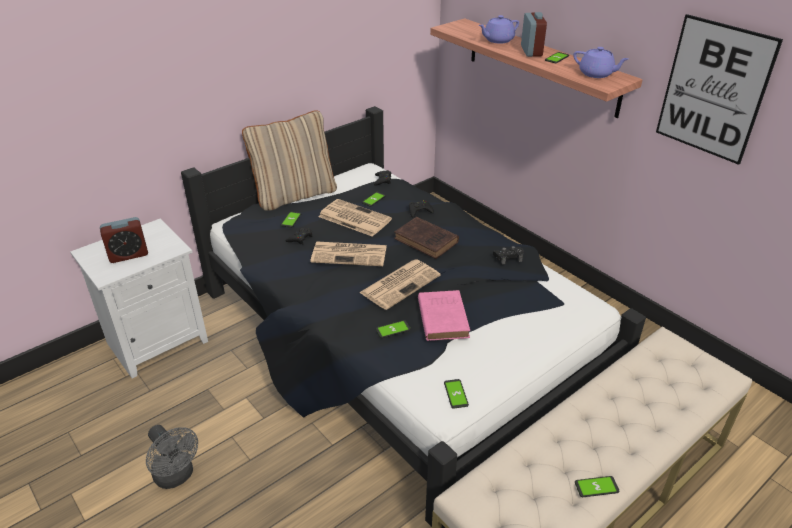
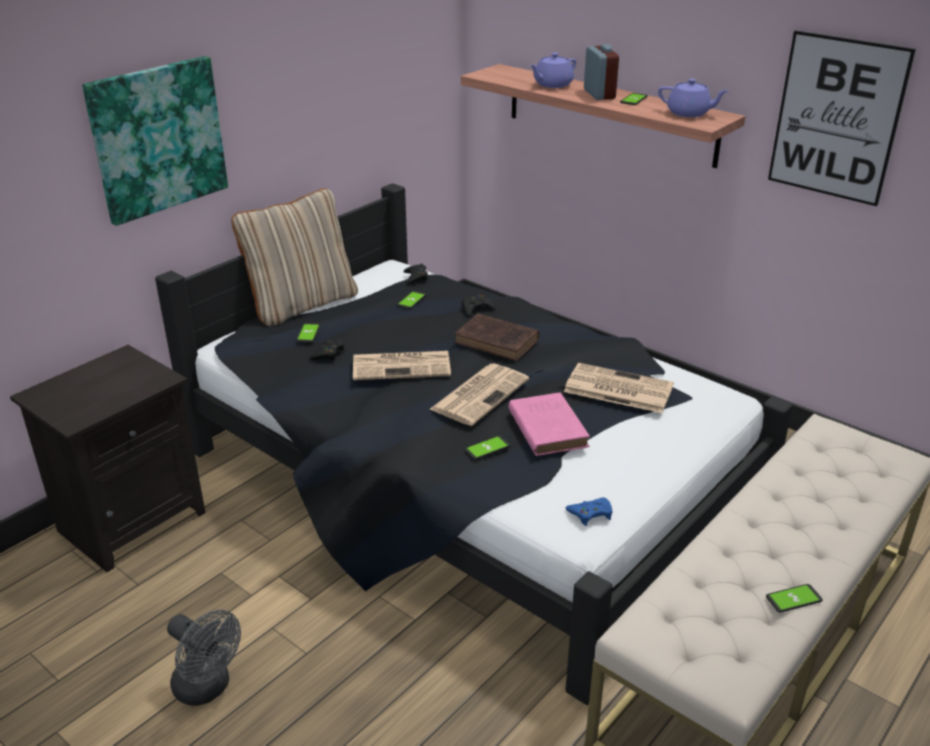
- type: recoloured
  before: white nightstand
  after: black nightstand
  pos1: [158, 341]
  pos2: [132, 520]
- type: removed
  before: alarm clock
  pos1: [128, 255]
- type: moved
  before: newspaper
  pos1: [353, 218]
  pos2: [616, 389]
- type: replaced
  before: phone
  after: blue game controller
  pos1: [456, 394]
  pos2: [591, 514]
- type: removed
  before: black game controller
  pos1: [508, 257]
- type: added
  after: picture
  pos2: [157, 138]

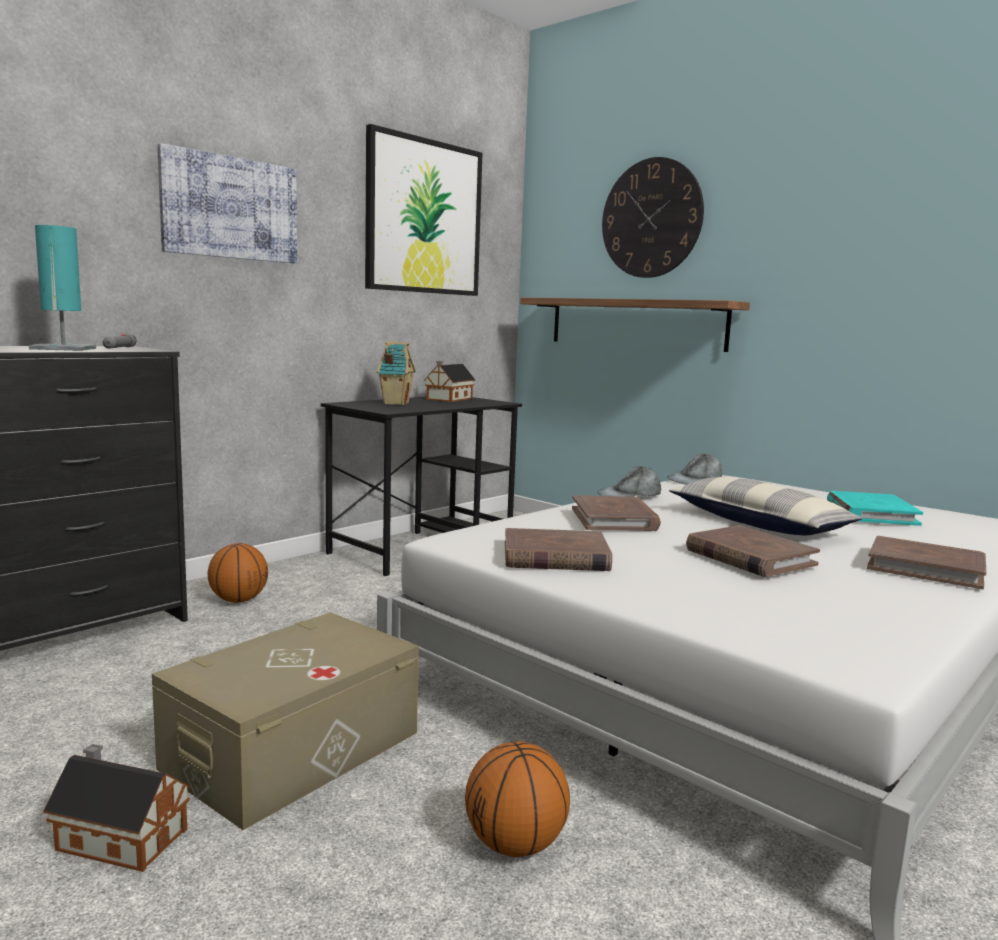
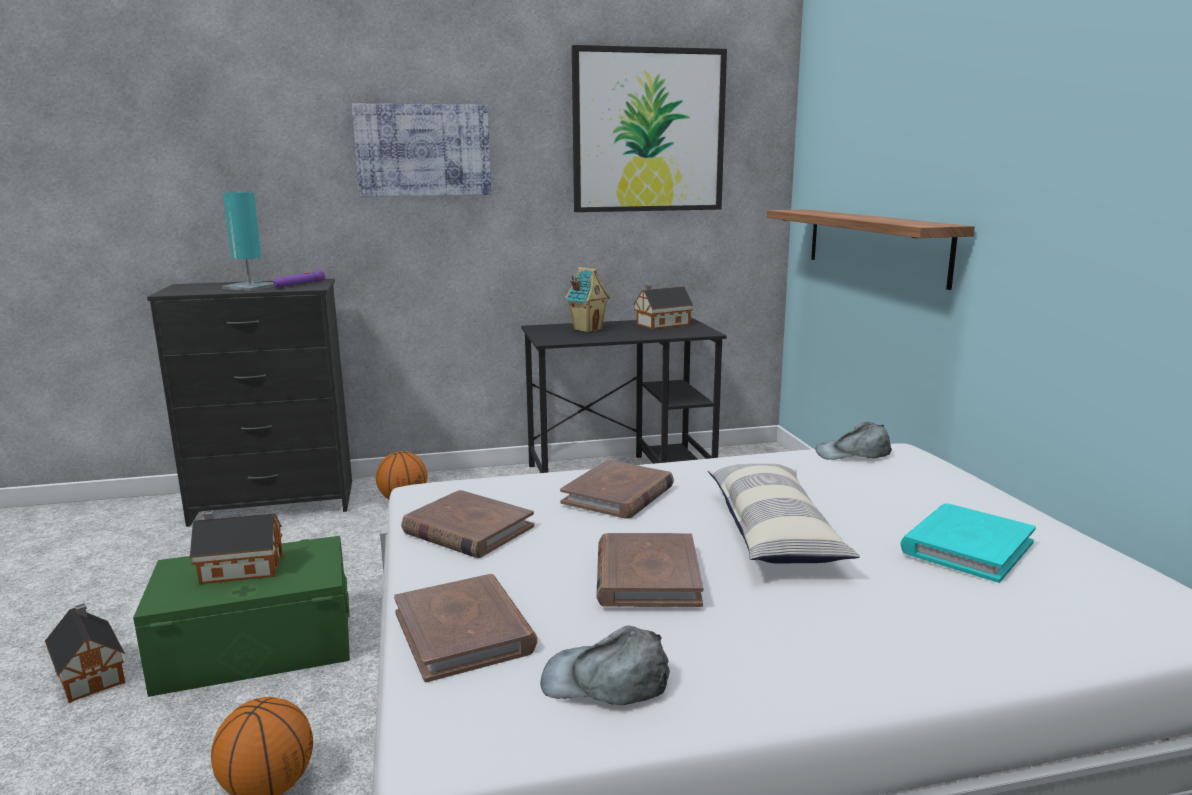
- type: recoloured
  before: grey flashlight
  after: purple flashlight
  pos1: [119, 348]
  pos2: [299, 284]
- type: recoloured
  before: beige storage box
  after: green storage box
  pos1: [293, 750]
  pos2: [256, 645]
- type: moved
  before: grey cap
  pos1: [630, 495]
  pos2: [605, 680]
- type: removed
  before: wall clock
  pos1: [651, 218]
- type: moved
  before: brown book
  pos1: [925, 568]
  pos2: [464, 631]
- type: added
  after: toy house
  pos2: [238, 569]

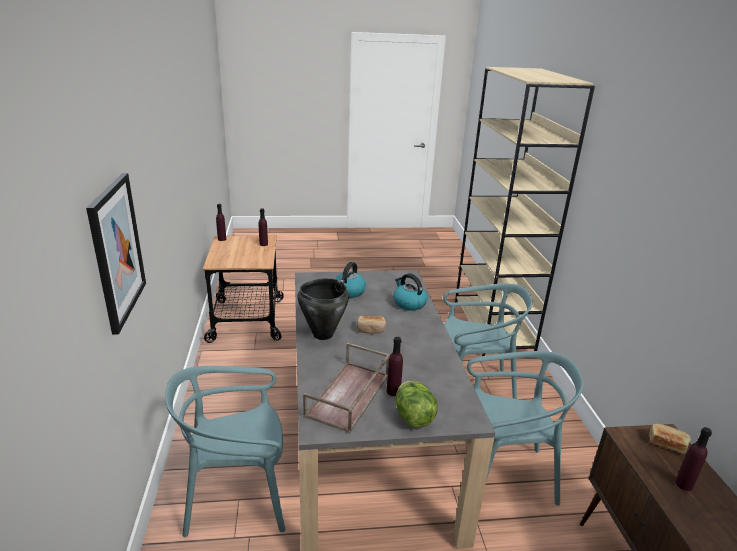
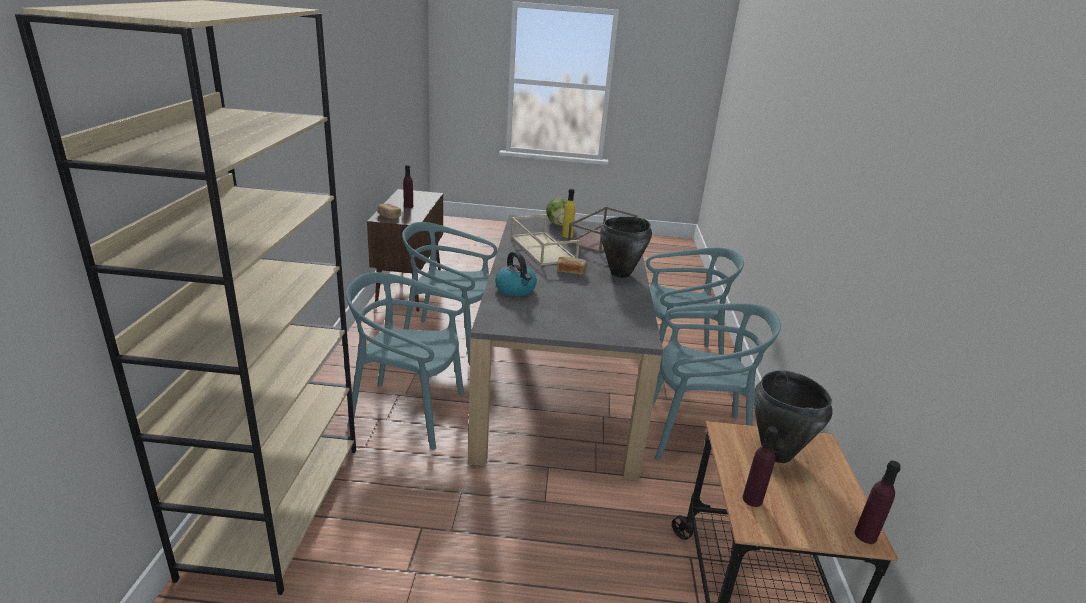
- type: removed
  before: picture
  pos1: [117, 251]
- type: removed
  before: kettle
  pos1: [349, 292]
- type: recoloured
  before: purple bottle
  after: yellow bottle
  pos1: [393, 391]
  pos2: [567, 235]
- type: added
  after: beige tray
  pos2: [541, 248]
- type: added
  after: turquoise chair
  pos2: [695, 434]
- type: added
  after: black cooking pot
  pos2: [776, 454]

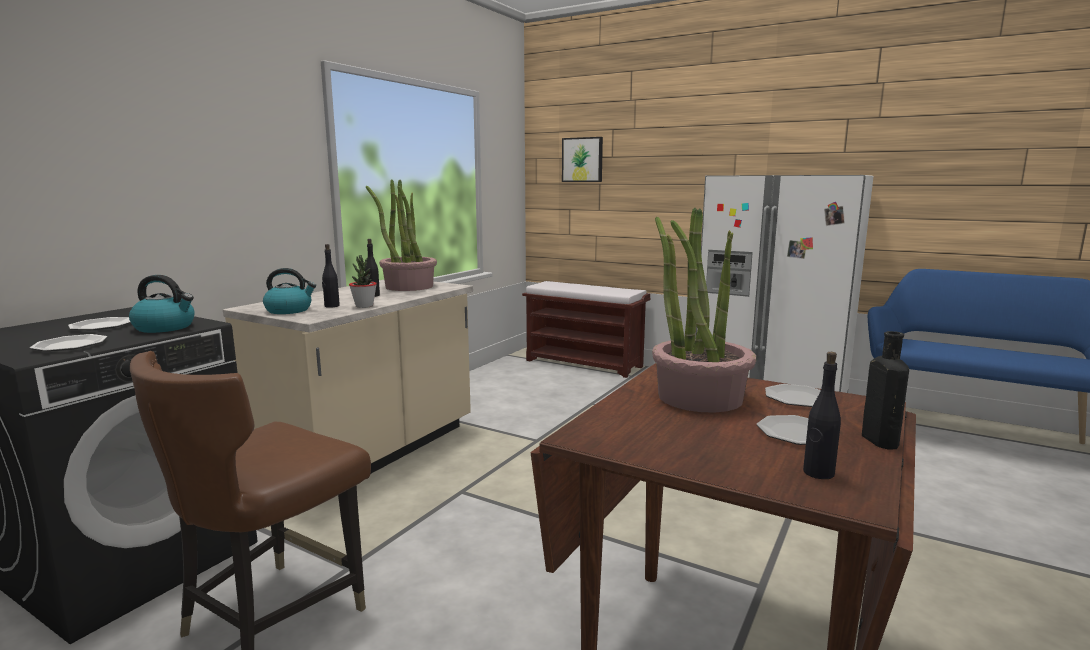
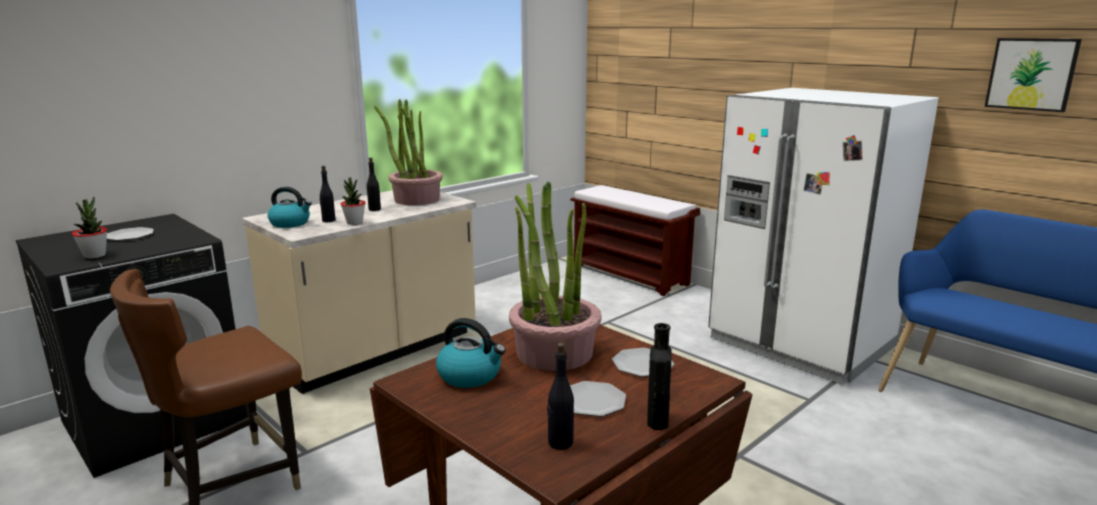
- type: replaced
  before: plate
  after: potted plant
  pos1: [71, 345]
  pos2: [95, 255]
- type: moved
  before: kettle
  pos1: [165, 327]
  pos2: [470, 375]
- type: moved
  before: picture
  pos1: [582, 160]
  pos2: [1031, 74]

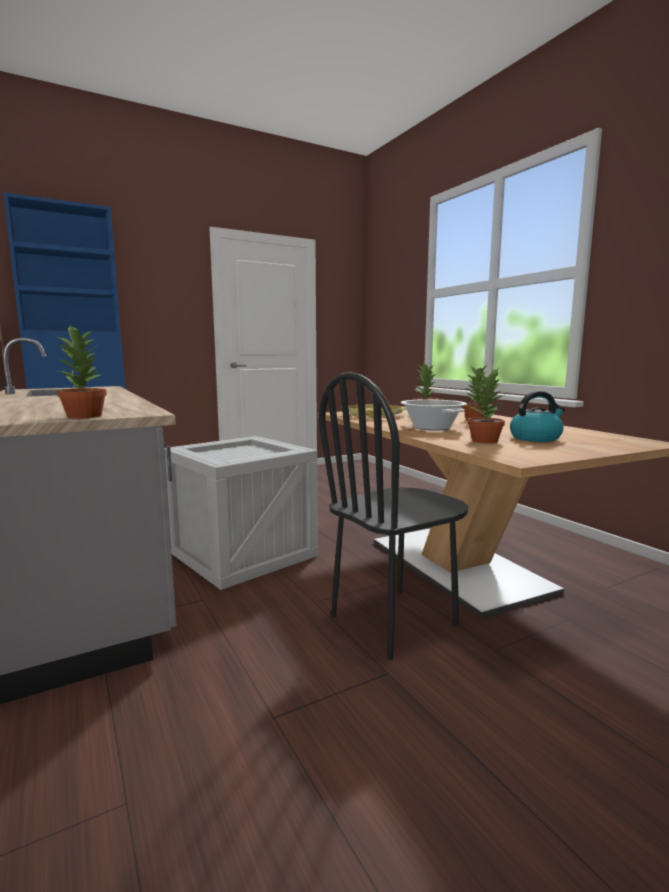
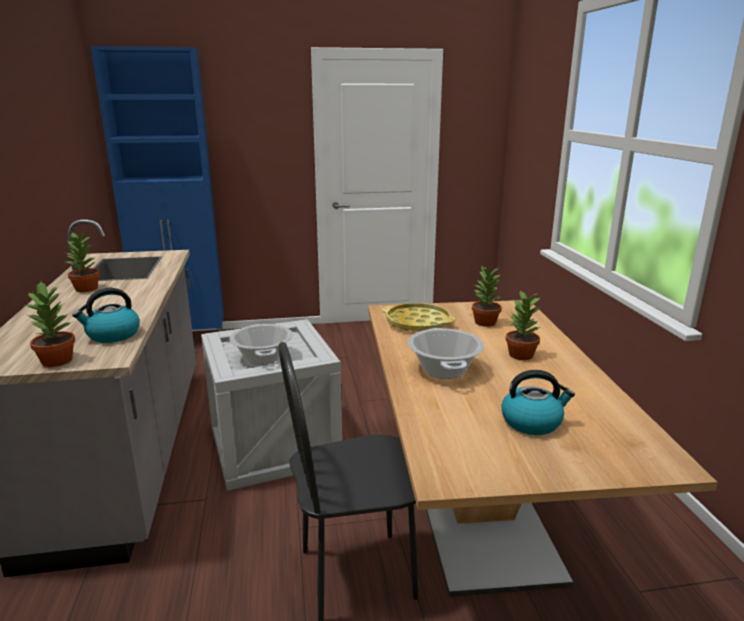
- type: moved
  before: potted plant
  pos1: [485, 441]
  pos2: [86, 289]
- type: added
  after: kettle
  pos2: [112, 335]
- type: added
  after: cooking pot
  pos2: [263, 357]

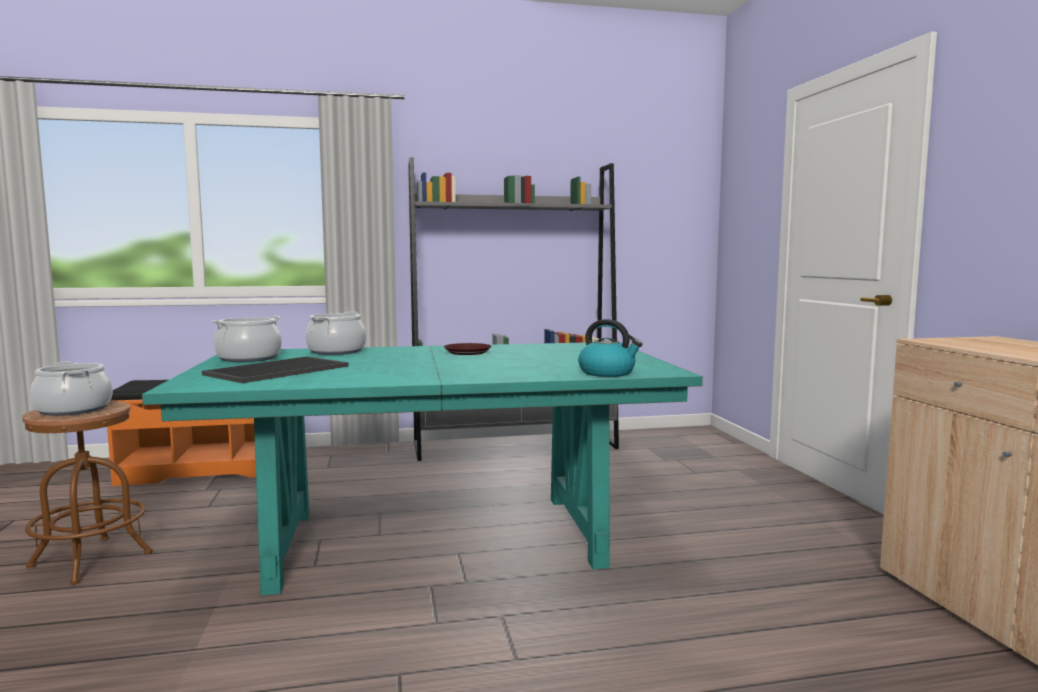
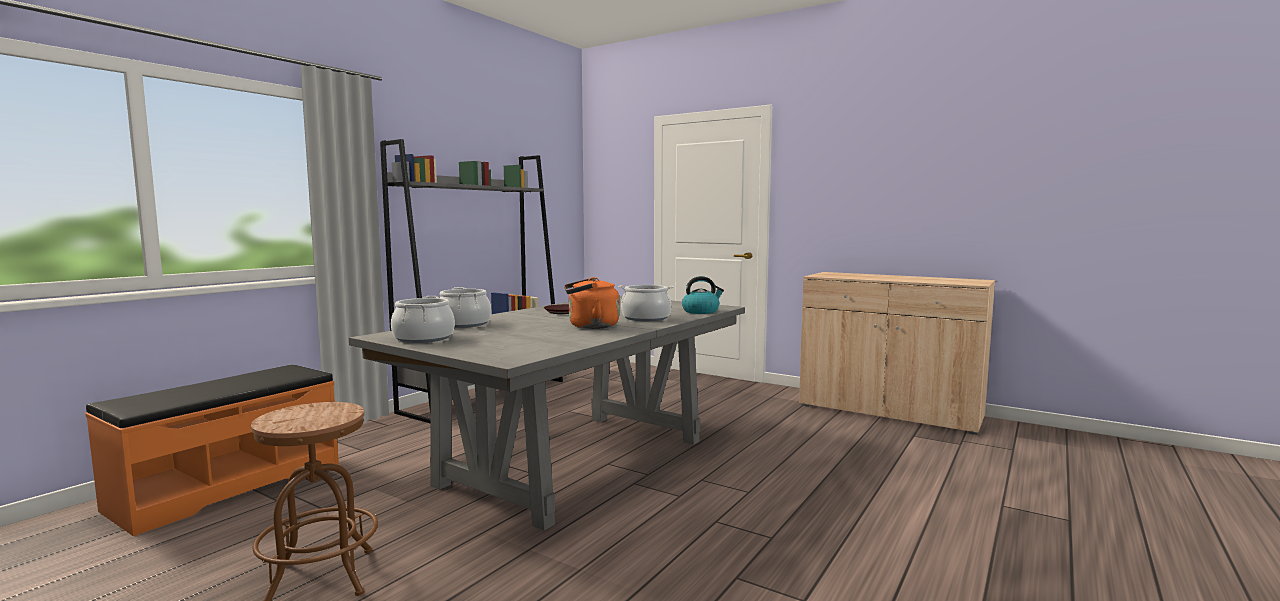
- type: moved
  before: cooking pot
  pos1: [73, 409]
  pos2: [646, 318]
- type: recoloured
  before: turquoise dining table
  after: grey dining table
  pos1: [435, 539]
  pos2: [576, 462]
- type: removed
  before: tray
  pos1: [278, 371]
- type: added
  after: orange kettle
  pos2: [590, 326]

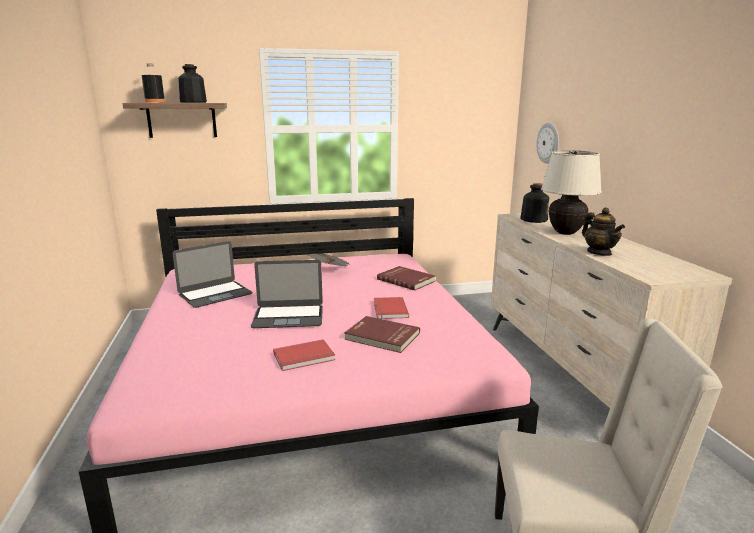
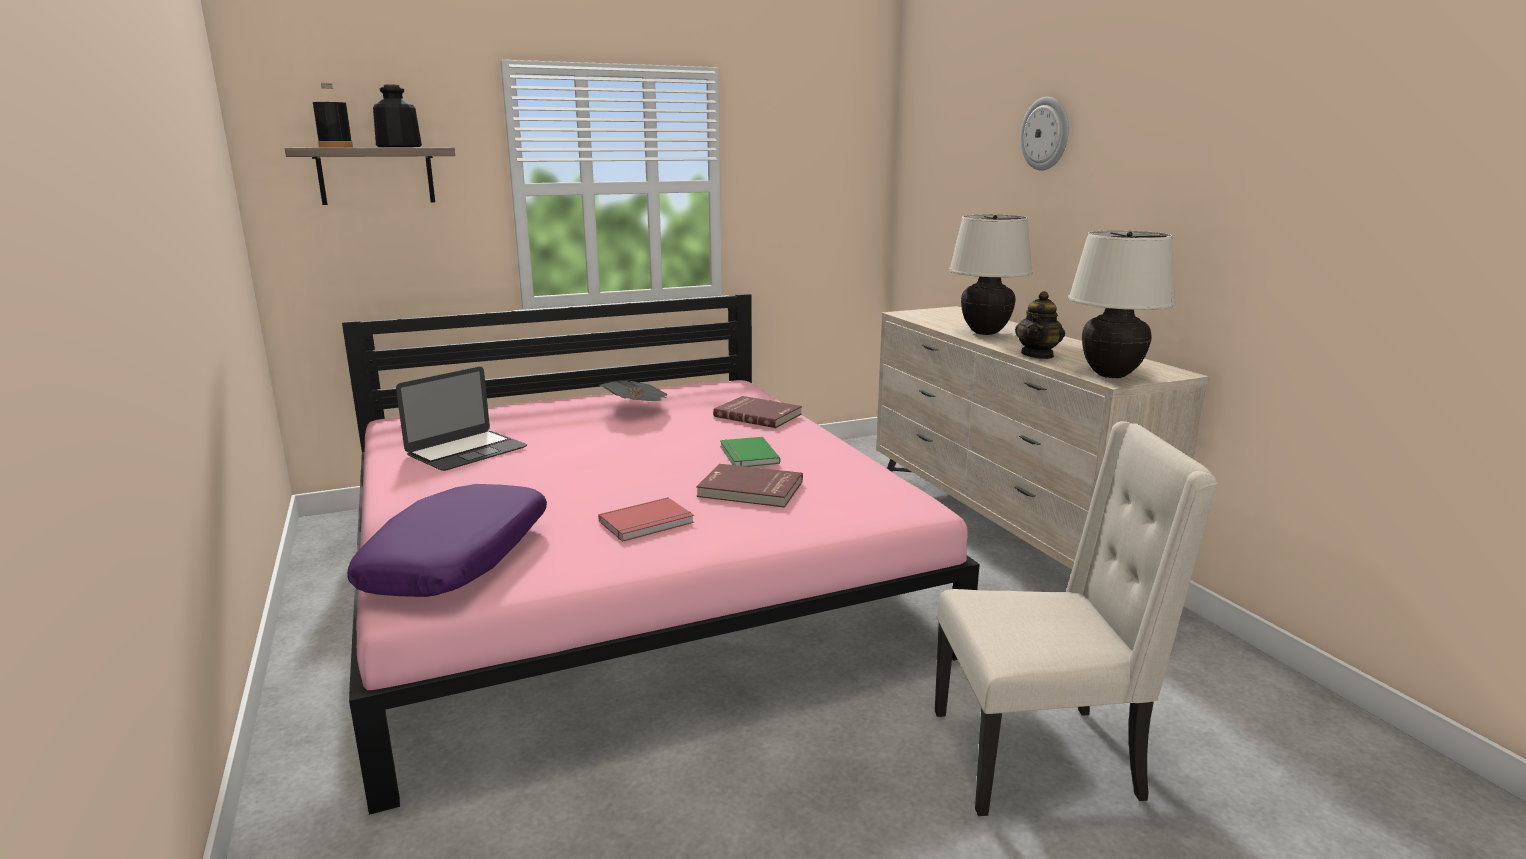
- type: removed
  before: laptop
  pos1: [288, 316]
- type: recoloured
  before: red book
  after: green book
  pos1: [389, 310]
  pos2: [747, 455]
- type: removed
  before: bottle
  pos1: [533, 220]
- type: moved
  before: wall clock
  pos1: [548, 143]
  pos2: [1045, 134]
- type: turned
  before: teapot
  pos1: [599, 253]
  pos2: [1038, 355]
  turn: 60
- type: added
  after: purple pillow
  pos2: [459, 559]
- type: added
  after: beige table lamp
  pos2: [1111, 375]

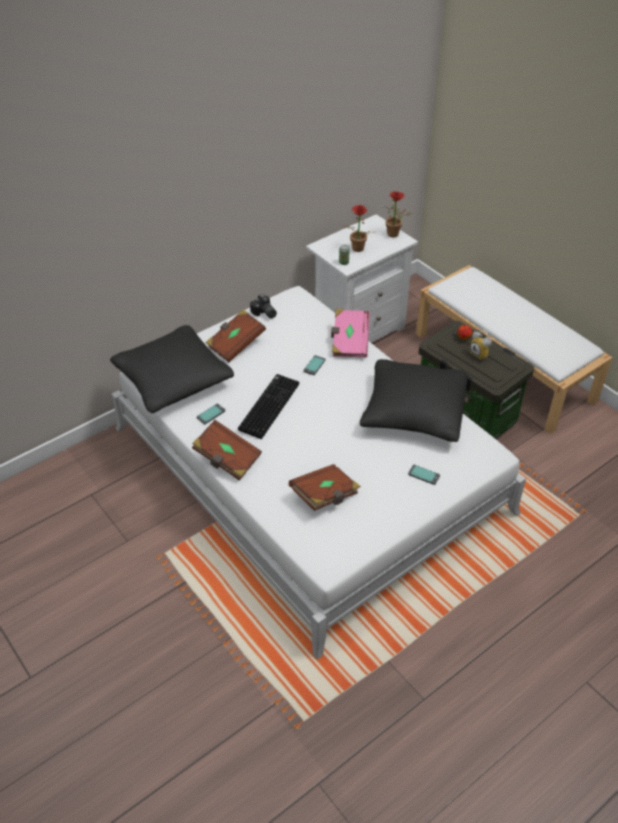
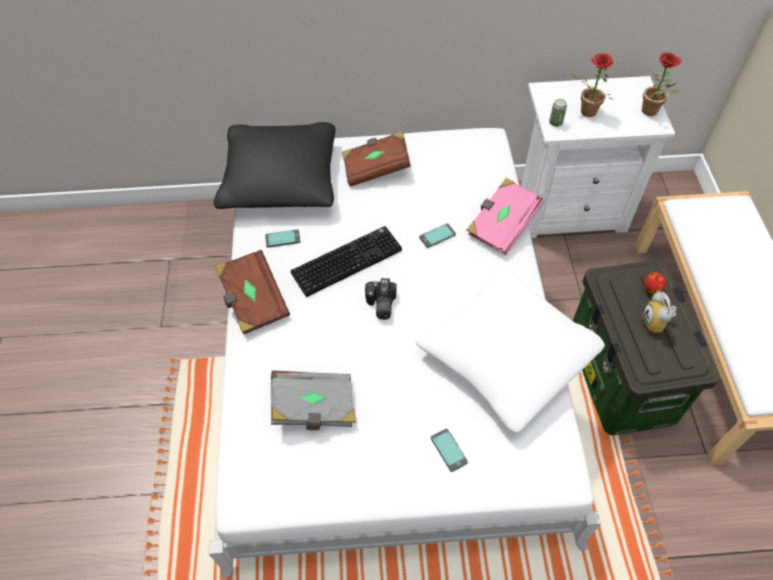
- type: moved
  before: photo camera
  pos1: [264, 313]
  pos2: [380, 305]
- type: recoloured
  before: brown book
  after: grey book
  pos1: [325, 495]
  pos2: [314, 408]
- type: recoloured
  before: black pillow
  after: white pillow
  pos1: [413, 411]
  pos2: [506, 356]

